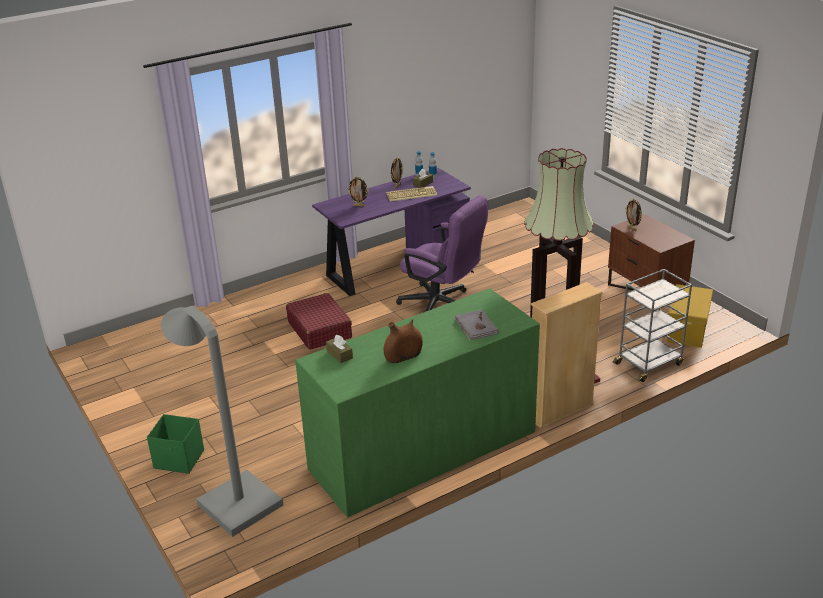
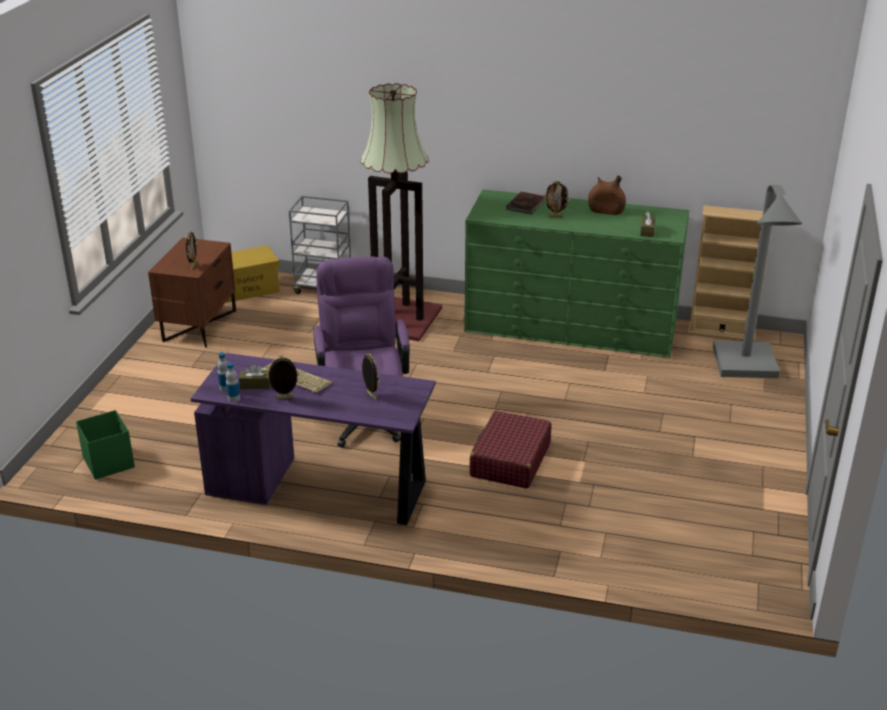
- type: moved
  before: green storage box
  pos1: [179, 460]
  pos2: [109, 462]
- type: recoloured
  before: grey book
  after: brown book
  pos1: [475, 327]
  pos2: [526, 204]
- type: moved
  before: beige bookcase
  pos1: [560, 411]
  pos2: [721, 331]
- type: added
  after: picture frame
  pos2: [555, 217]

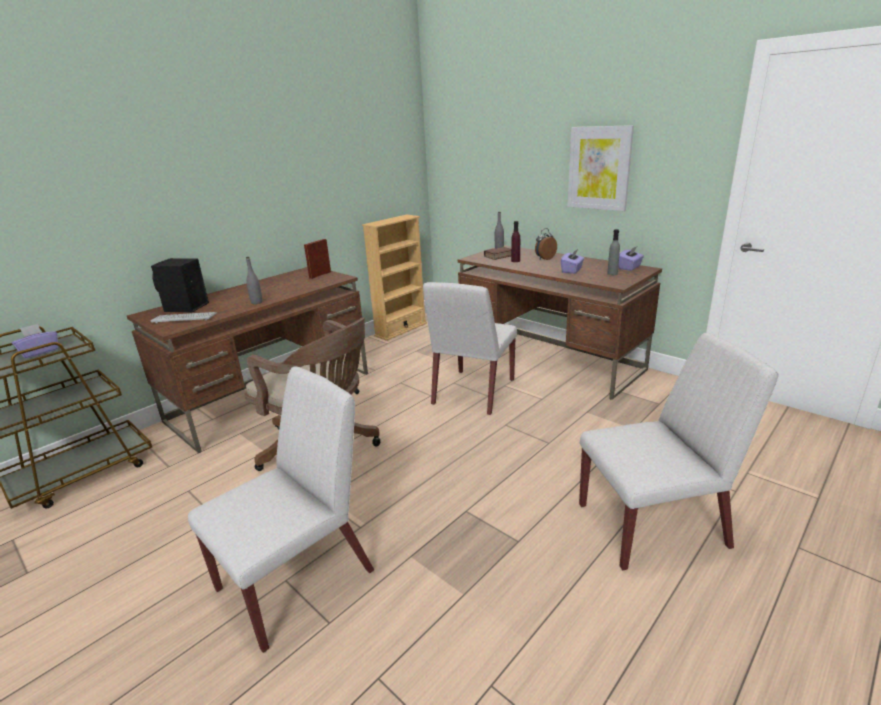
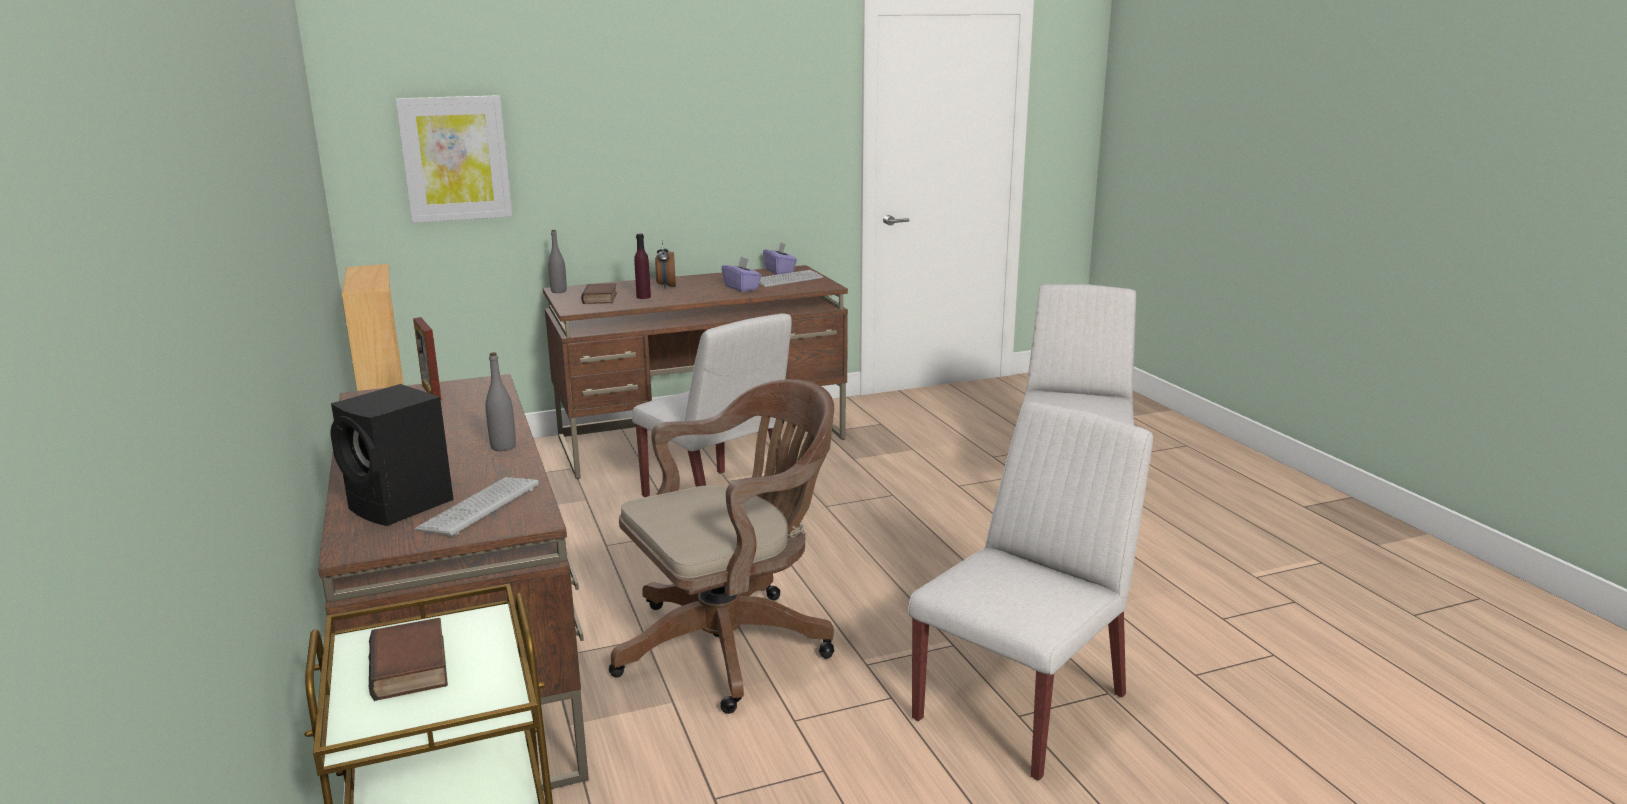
- type: replaced
  before: purple tissue box
  after: book
  pos1: [40, 352]
  pos2: [413, 668]
- type: turned
  before: white chair
  pos1: [297, 579]
  pos2: [1022, 706]
  turn: 60
- type: moved
  before: picture
  pos1: [599, 168]
  pos2: [455, 158]
- type: replaced
  before: grey bottle
  after: keyboard
  pos1: [612, 273]
  pos2: [787, 280]

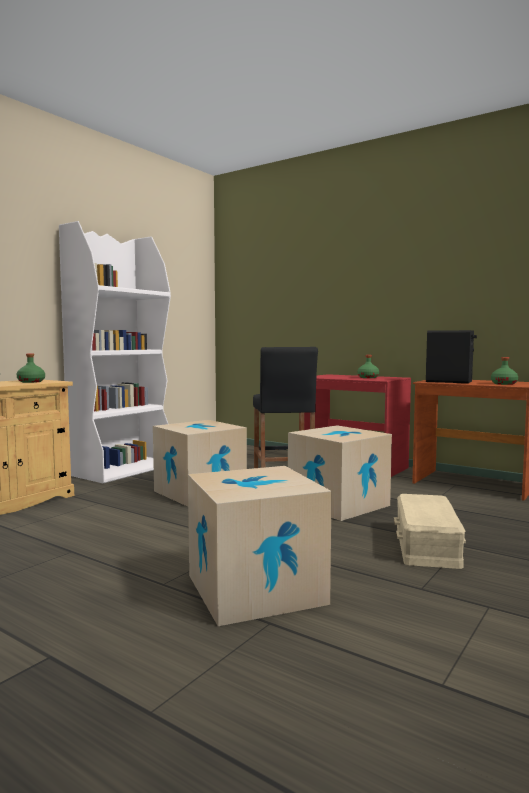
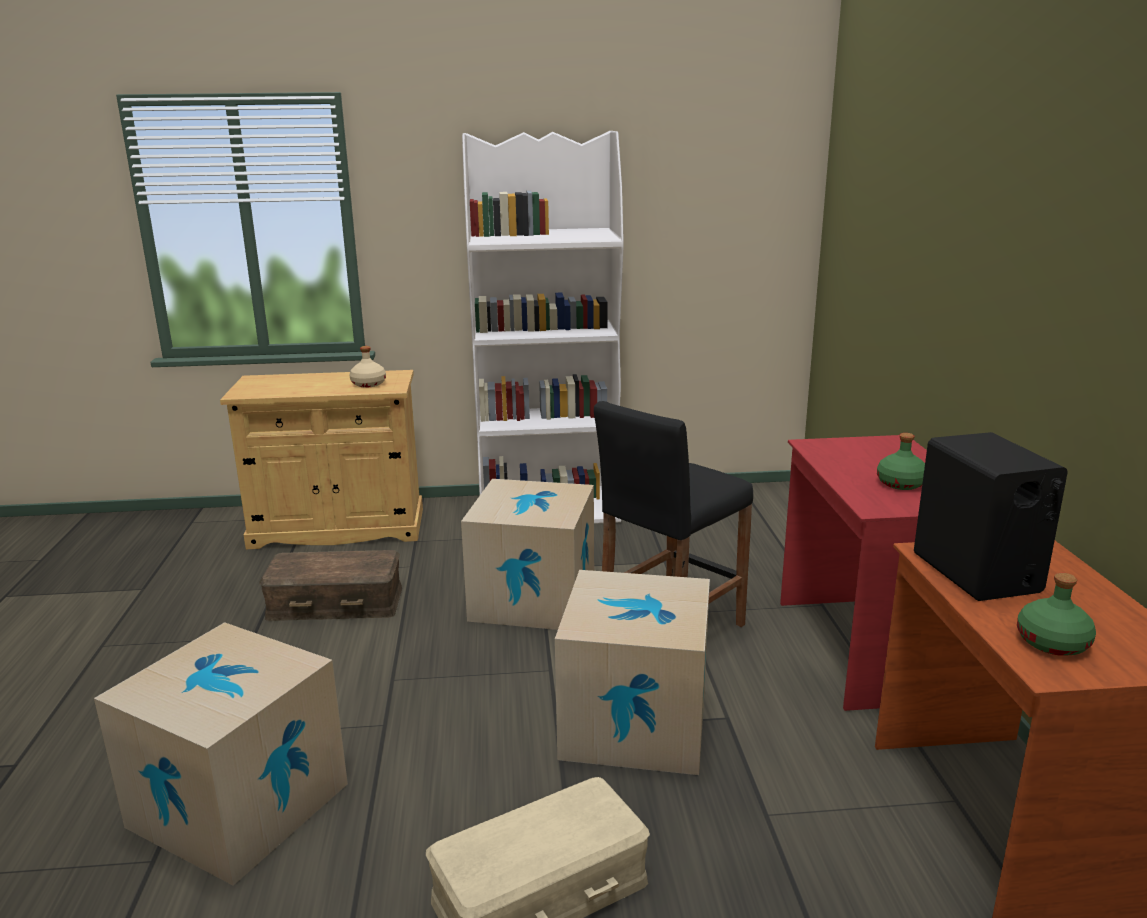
- type: recoloured
  before: green bottle
  after: beige bottle
  pos1: [31, 382]
  pos2: [368, 384]
- type: added
  after: brown storage box
  pos2: [336, 602]

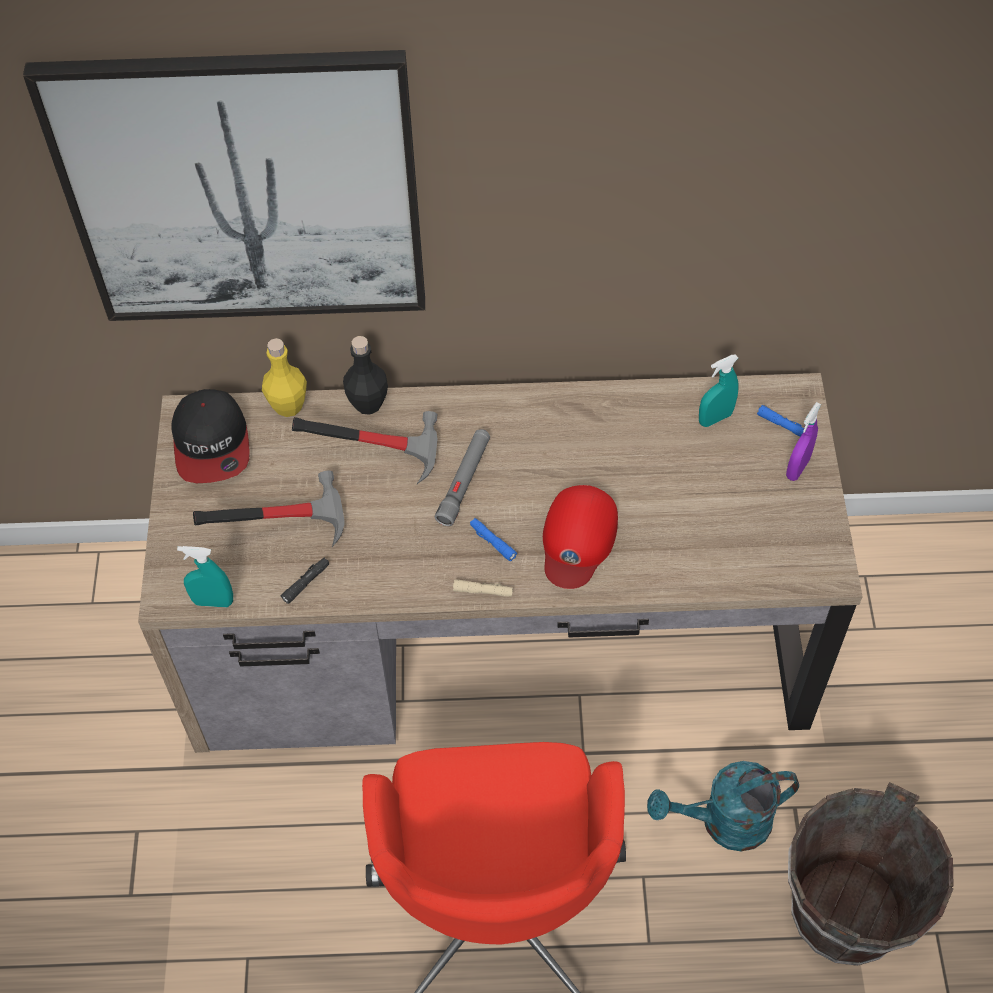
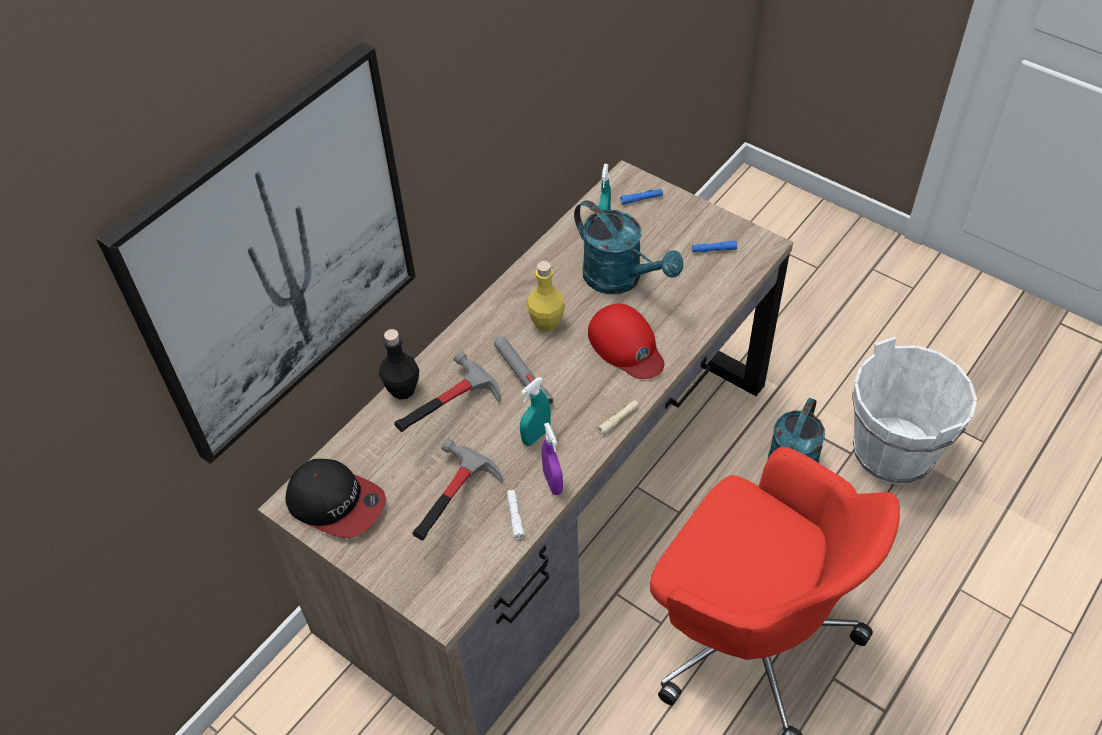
- type: moved
  before: turquoise spray bottle
  pos1: [213, 602]
  pos2: [536, 436]
- type: moved
  before: yellow bottle
  pos1: [288, 406]
  pos2: [546, 323]
- type: recoloured
  before: black flashlight
  after: white flashlight
  pos1: [306, 582]
  pos2: [514, 516]
- type: moved
  before: blue flashlight
  pos1: [492, 542]
  pos2: [714, 250]
- type: moved
  before: purple spray bottle
  pos1: [797, 468]
  pos2: [552, 482]
- type: recoloured
  before: brown bucket
  after: white bucket
  pos1: [846, 913]
  pos2: [893, 452]
- type: added
  after: turquoise watering can
  pos2: [621, 279]

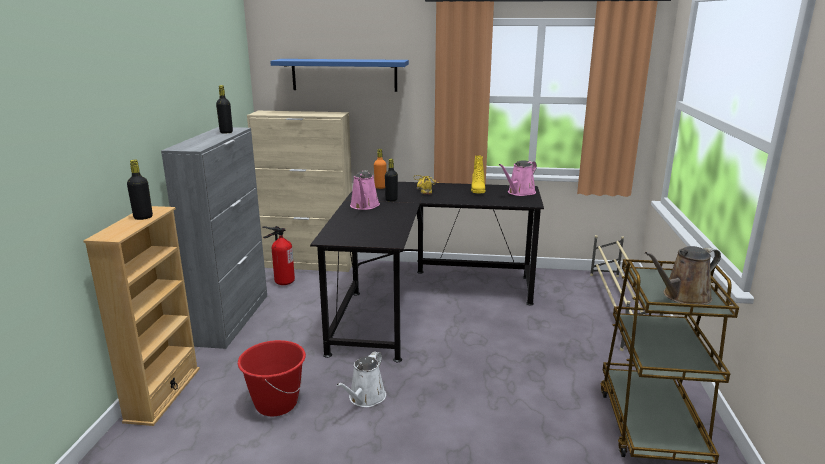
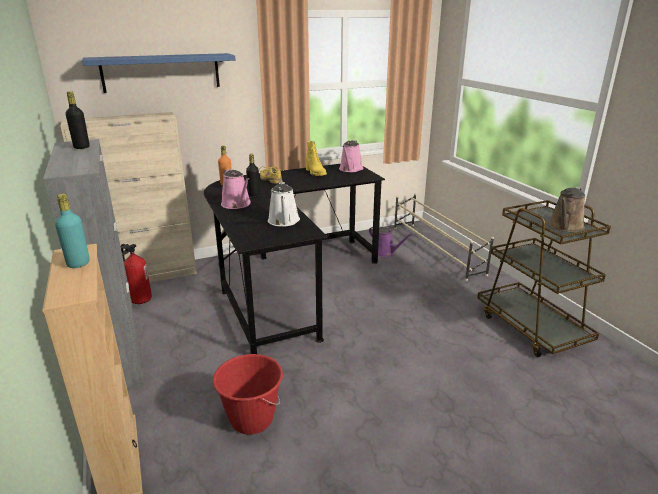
- type: recoloured
  before: black bottle
  after: turquoise bottle
  pos1: [143, 217]
  pos2: [78, 264]
- type: moved
  before: white watering can
  pos1: [365, 398]
  pos2: [284, 221]
- type: added
  after: purple watering can
  pos2: [385, 252]

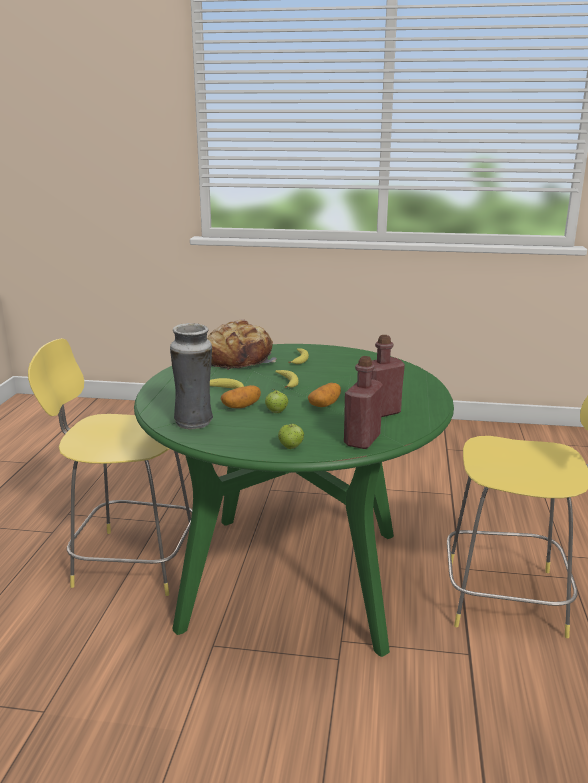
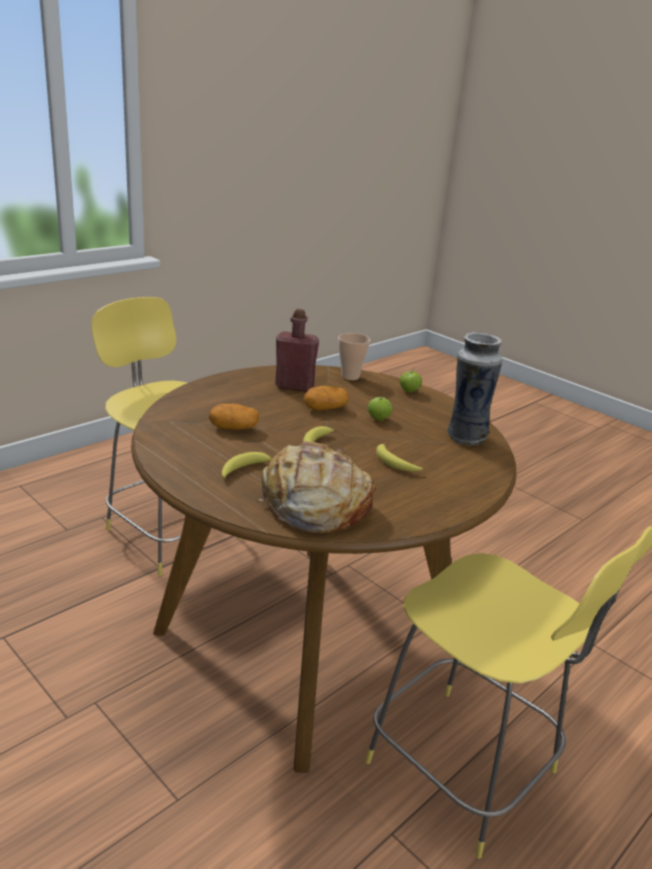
- type: recoloured
  before: green dining table
  after: brown dining table
  pos1: [294, 578]
  pos2: [308, 641]
- type: moved
  before: potato
  pos1: [241, 406]
  pos2: [233, 428]
- type: replaced
  before: red bottle
  after: cup
  pos1: [362, 440]
  pos2: [350, 376]

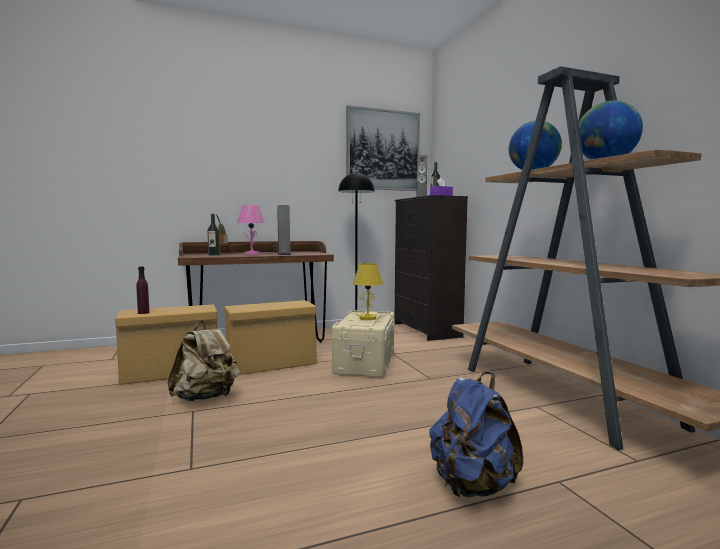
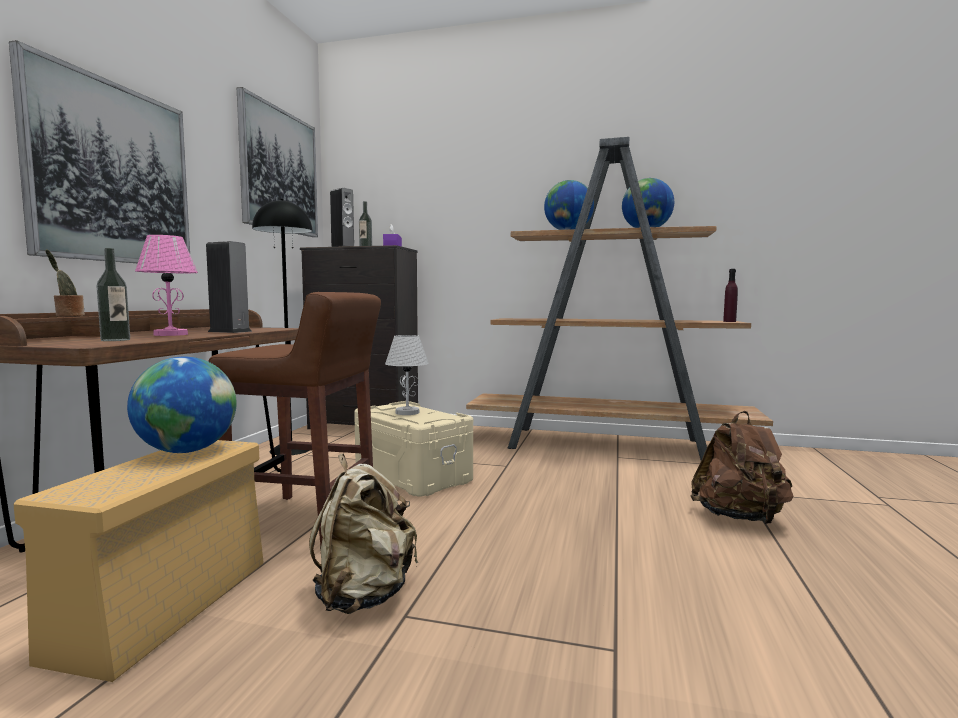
- type: moved
  before: purple bottle
  pos1: [143, 313]
  pos2: [729, 321]
- type: replaced
  before: beige storage box
  after: brown stool
  pos1: [270, 364]
  pos2: [307, 521]
- type: recoloured
  before: yellow table lamp
  after: white table lamp
  pos1: [367, 318]
  pos2: [407, 412]
- type: recoloured
  before: blue backpack
  after: brown backpack
  pos1: [472, 486]
  pos2: [739, 518]
- type: added
  after: picture
  pos2: [112, 173]
- type: added
  after: globe
  pos2: [187, 451]

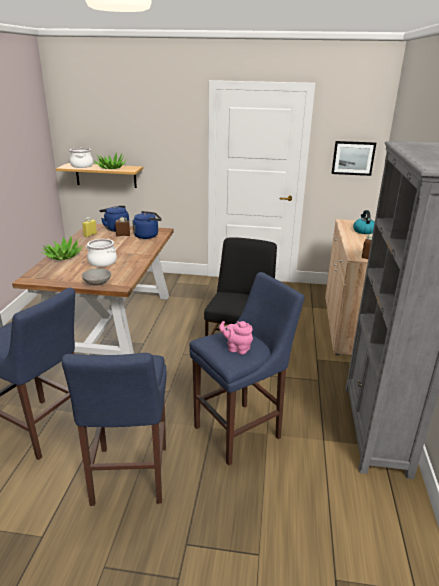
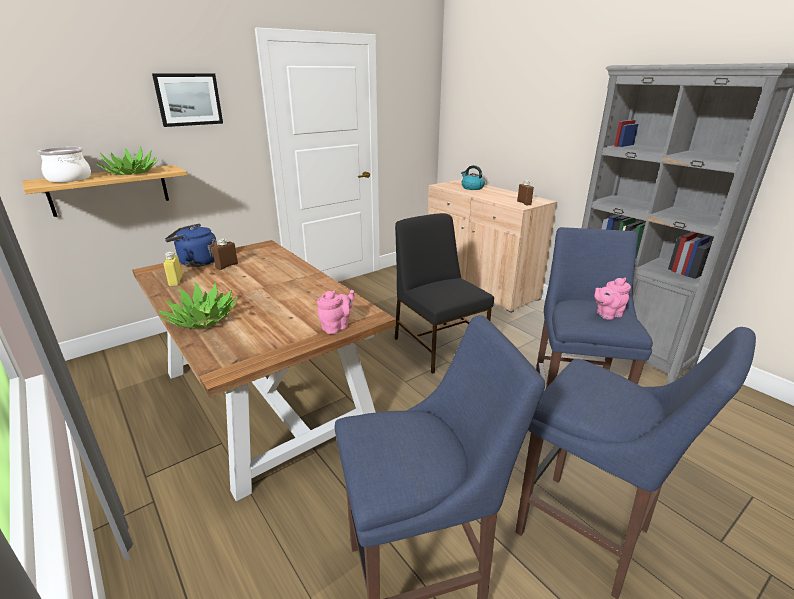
- type: replaced
  before: grey bowl
  after: pink teapot
  pos1: [97, 283]
  pos2: [336, 326]
- type: removed
  before: cooking pot
  pos1: [102, 262]
- type: removed
  before: blue kettle
  pos1: [147, 235]
- type: moved
  before: picture
  pos1: [353, 158]
  pos2: [188, 99]

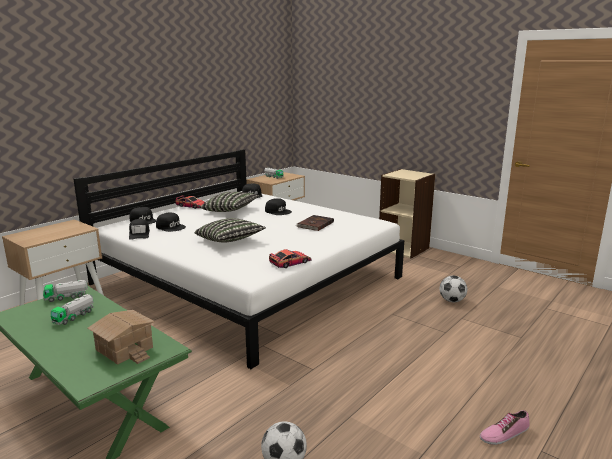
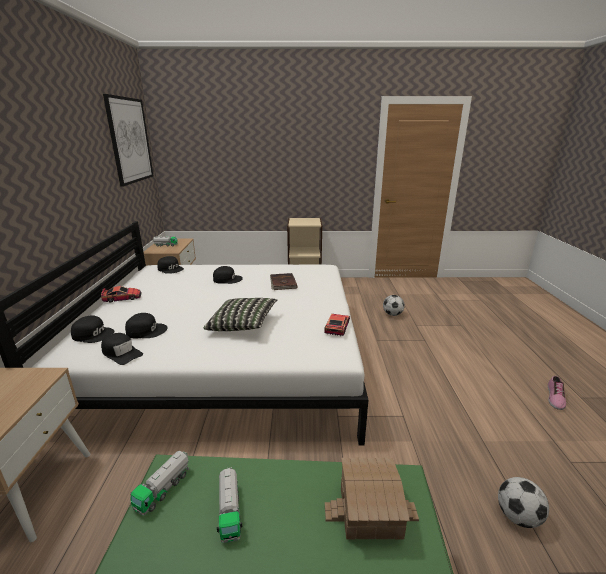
- type: removed
  before: pillow
  pos1: [230, 210]
- type: added
  after: picture
  pos2: [130, 140]

